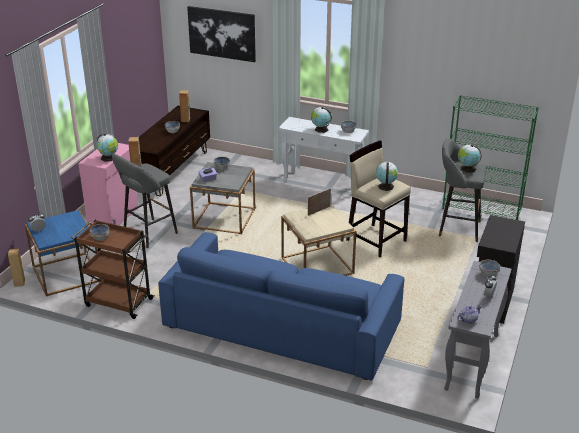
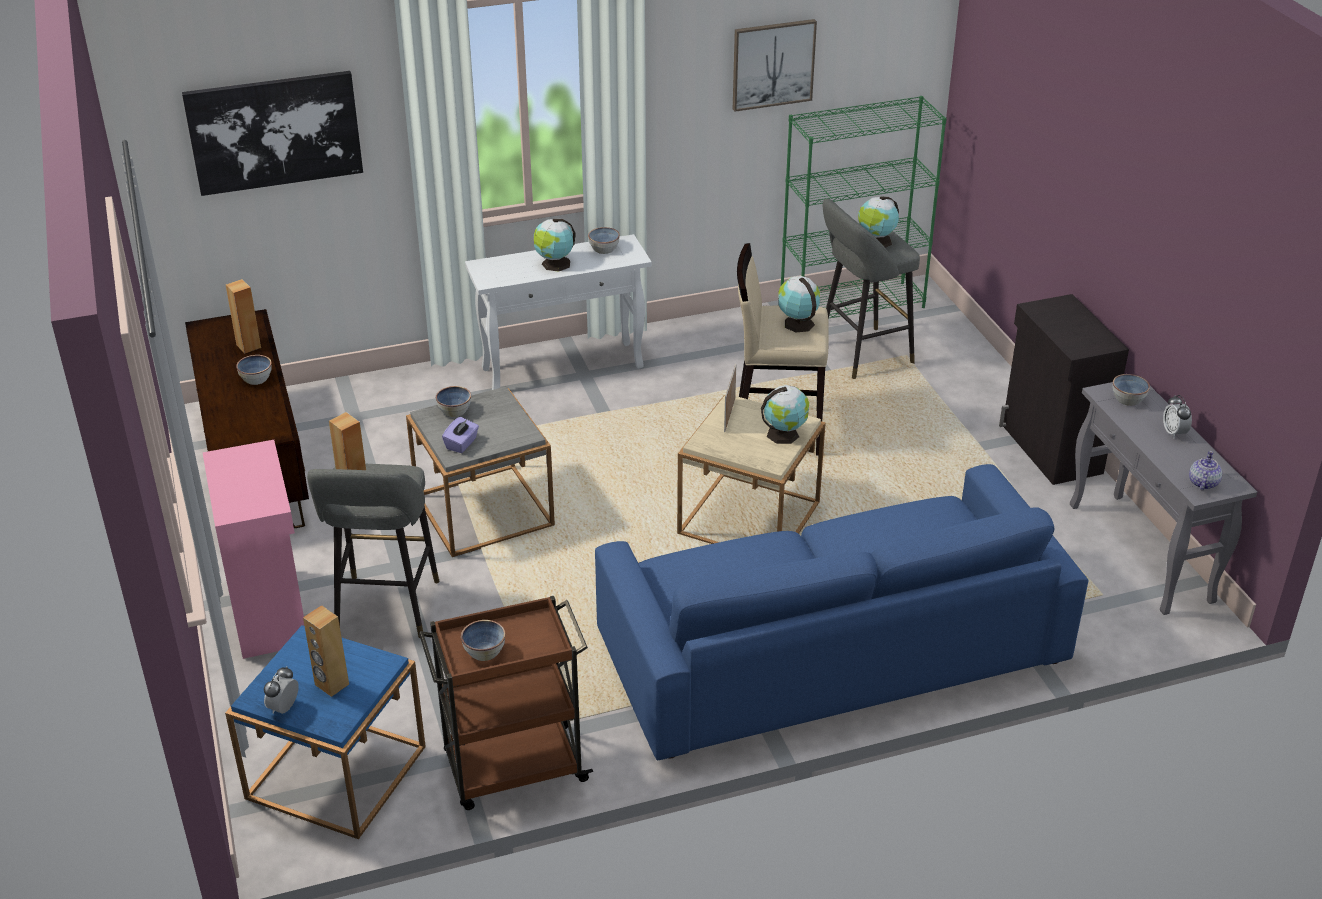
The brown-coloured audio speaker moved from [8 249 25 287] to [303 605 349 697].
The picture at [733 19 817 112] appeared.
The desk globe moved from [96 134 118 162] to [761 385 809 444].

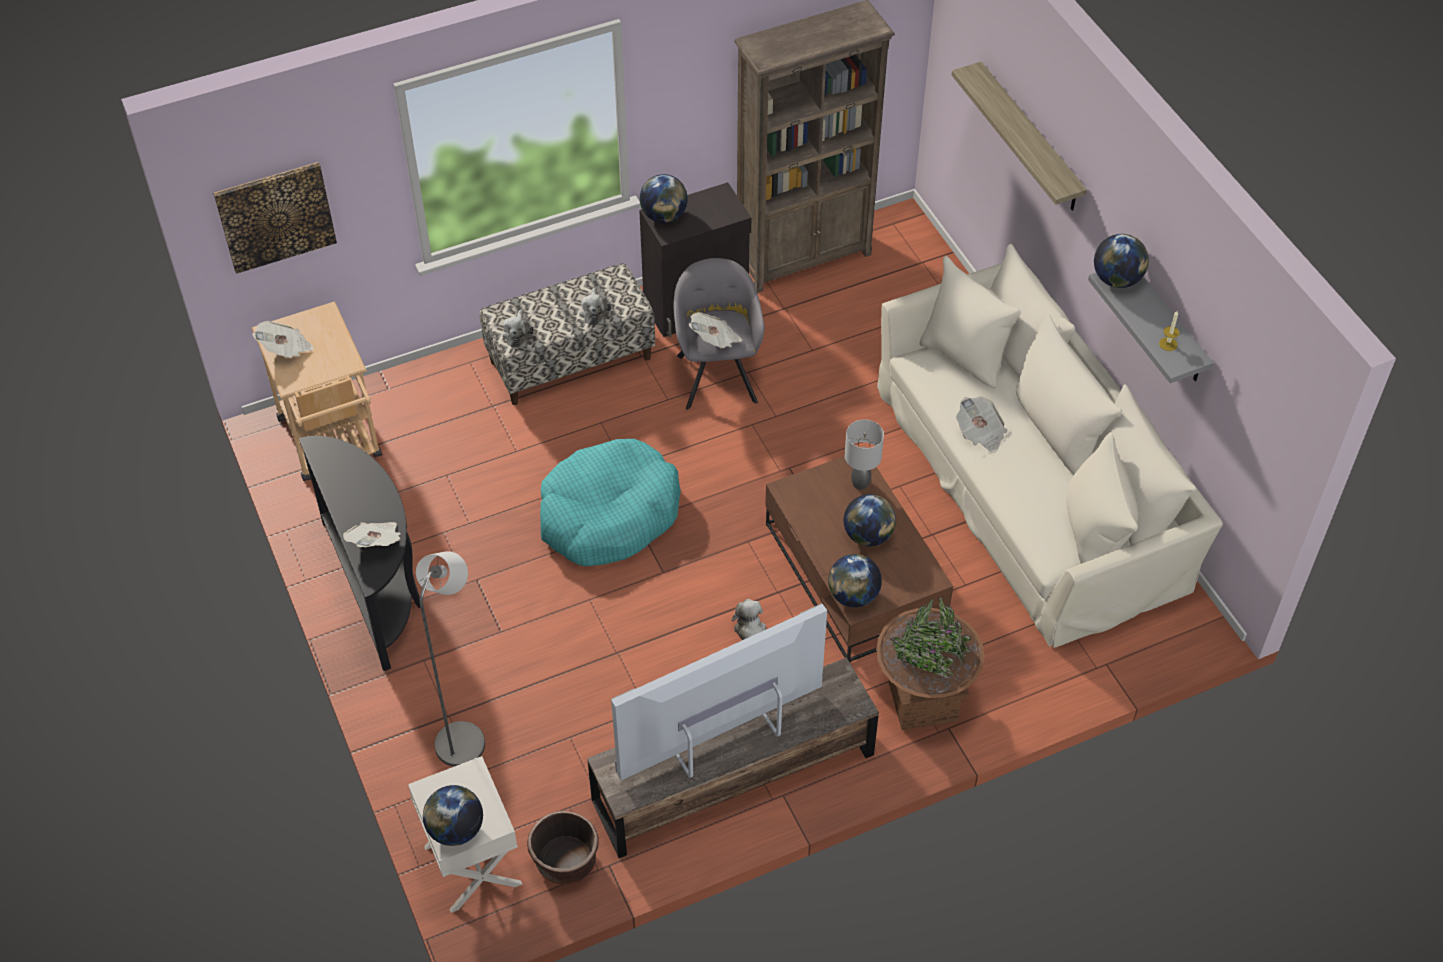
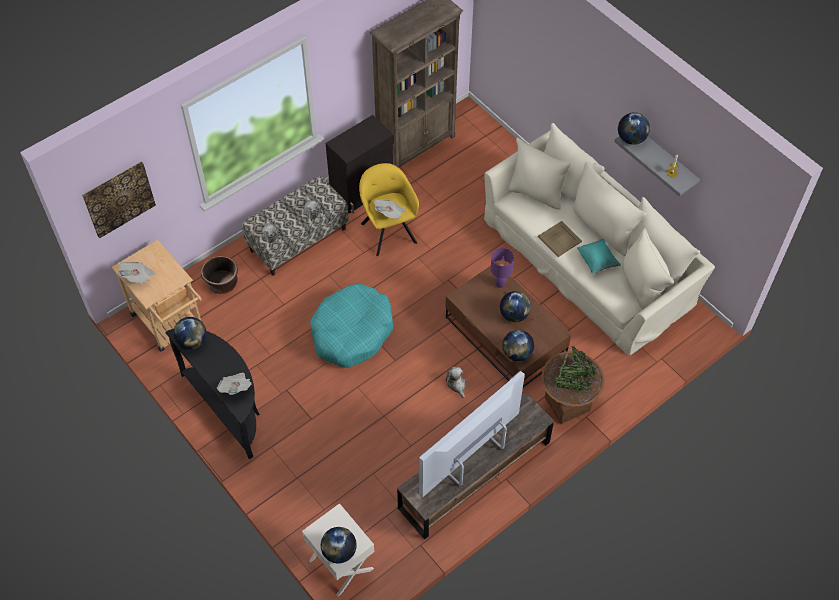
The desk globe moved from [640 174 688 223] to [173 317 207 350].
The brown-coloured planter moved from [527 811 599 885] to [201 256 238 294].
The greyish lounge chair at [674 258 765 410] became the yellow lounge chair at [359 163 419 256].
The greyish tabletop lamp at [845 419 884 490] became the purple-coloured tabletop lamp at [491 248 514 288].
The newspaper at [956 397 1008 453] was replaced by the sand-coloured carrying tray at [538 221 582 257].
The blue-green pillow at [577 239 621 274] appeared.
The greyish floor lamp at [416 551 485 767] disappeared.
The wall shelf at [952 62 1087 211] disappeared.

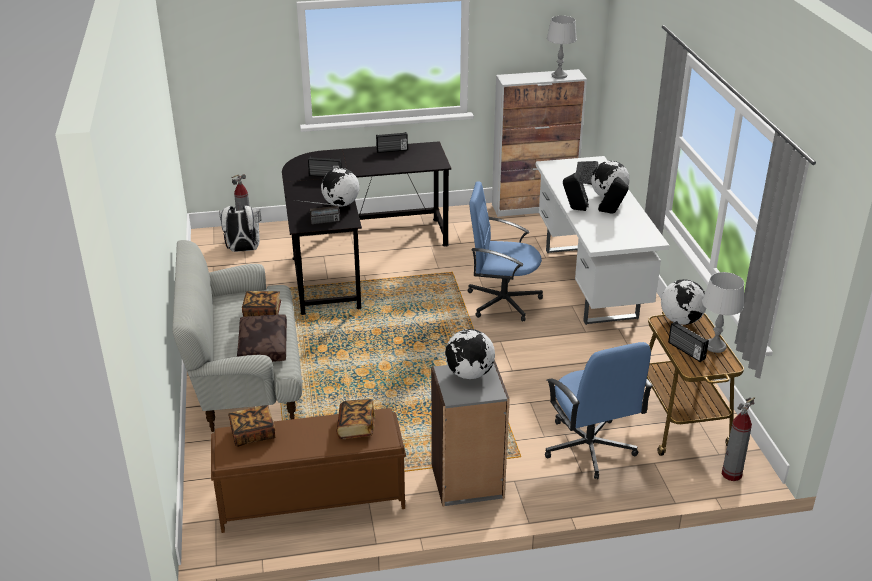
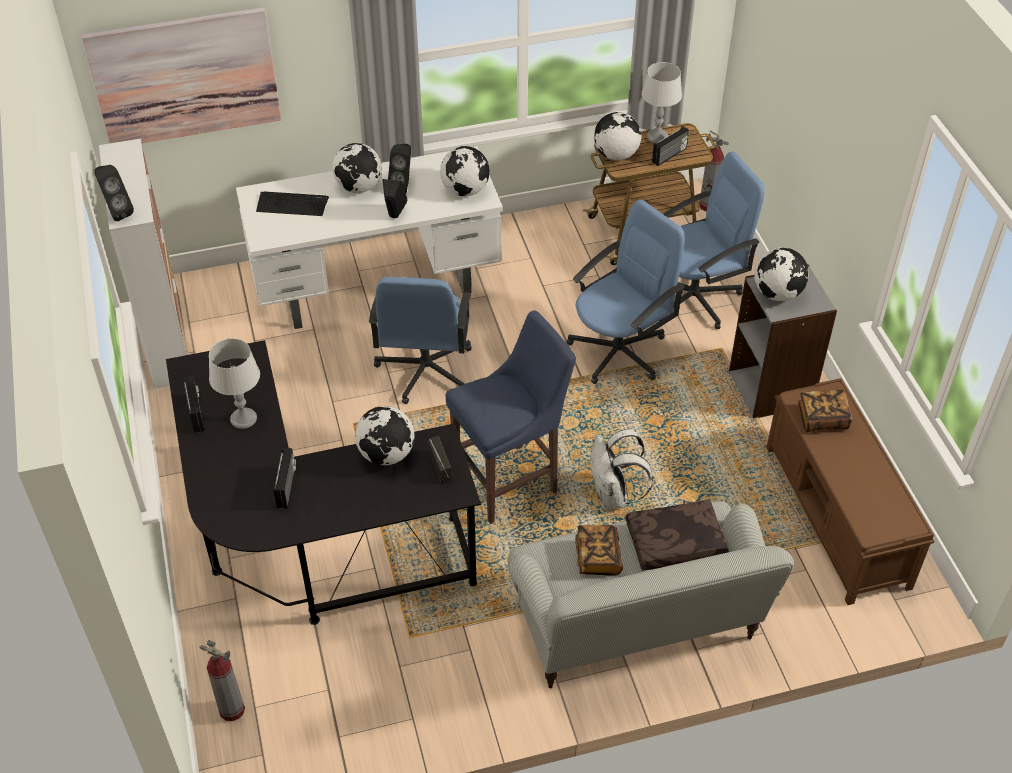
The picture at [82 8 281 143] appeared.
The blackish audio speaker at [94 165 134 221] appeared.
The greyish tabletop lamp moved from [547 16 577 79] to [209 338 260 429].
The desk globe at [440 146 490 196] appeared.
The blue-coloured stool seat at [446 310 576 524] appeared.
The blue-coloured desk chair at [567 199 685 384] appeared.
The white knapsack moved from [219 205 261 252] to [591 429 653 509].
The bound book at [228 405 275 447] disappeared.

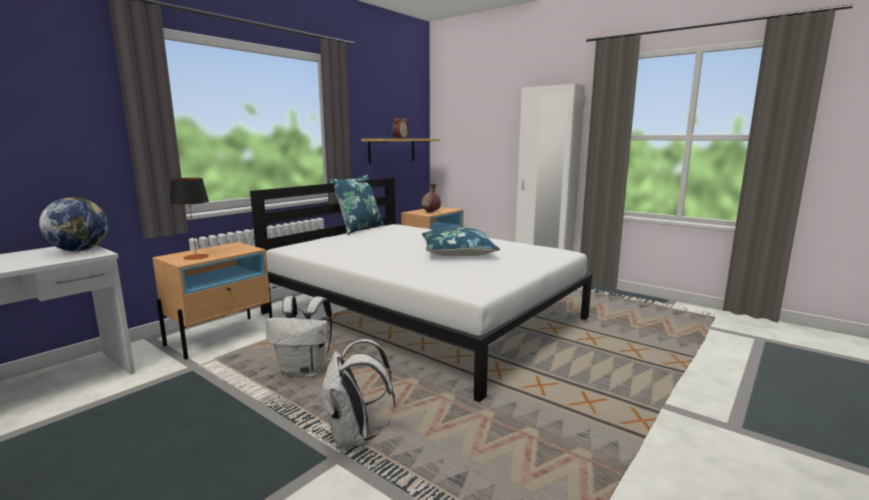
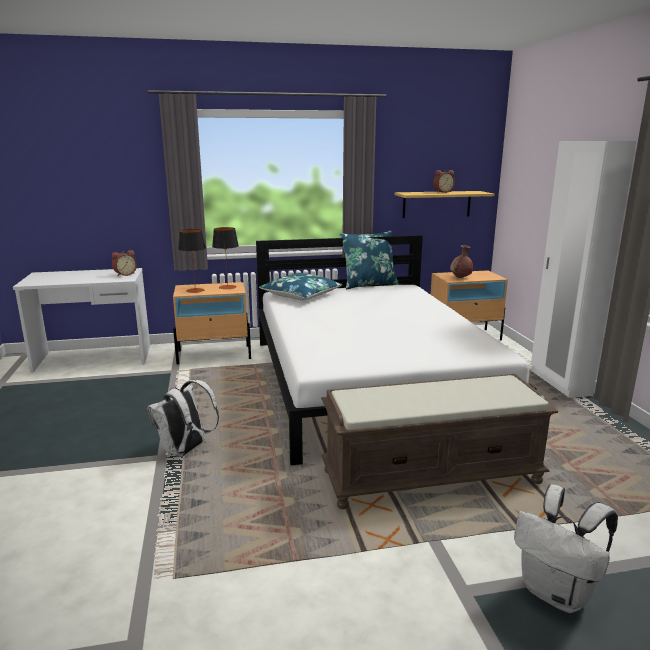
The desk globe at [39 197 108 251] was replaced by the bedside clock at [112 250 137 276].
The tabletop lamp at [212 227 239 289] appeared.
The blue-coloured pillow moved from [422 228 500 256] to [259 273 342 300].
The brown-coloured indoor bench at [321 374 558 509] appeared.
The white knapsack moved from [266 296 332 377] to [514 484 618 613].

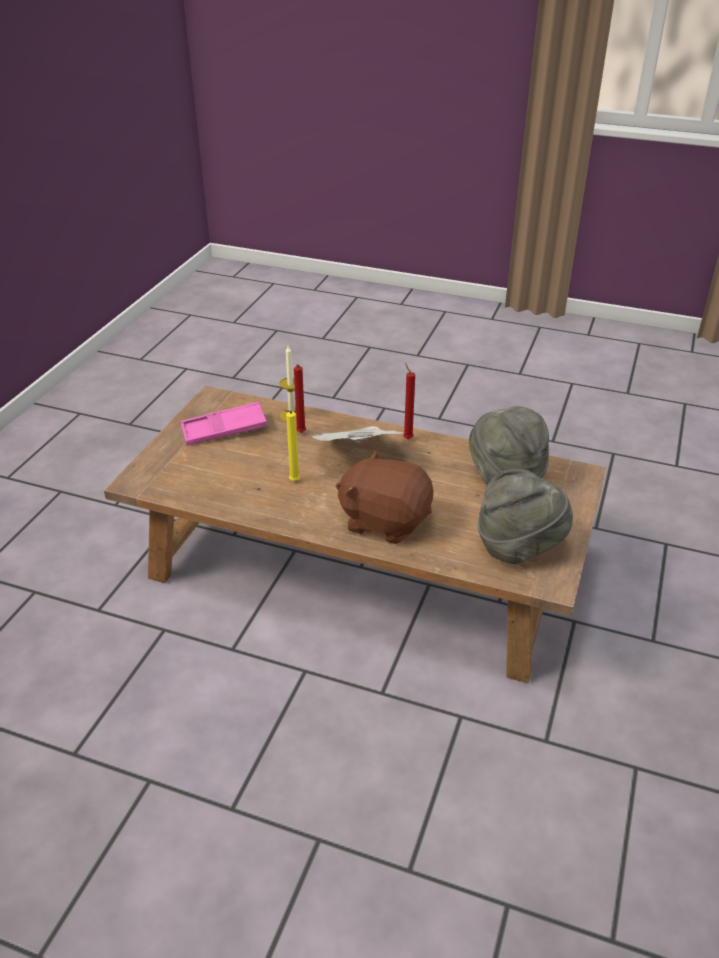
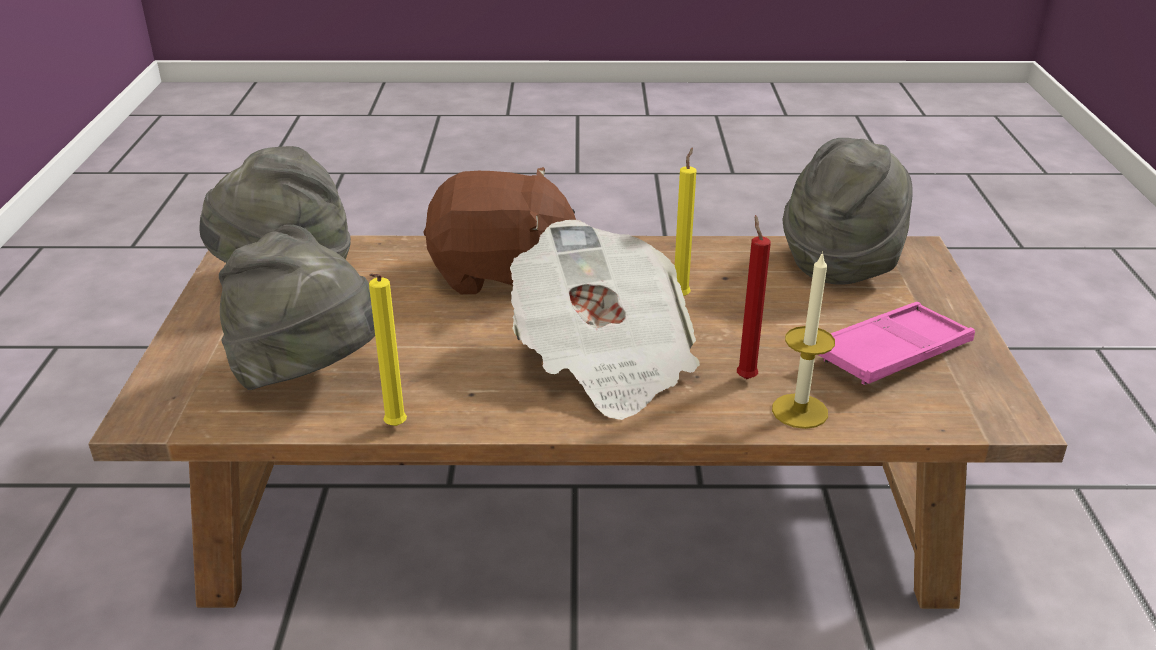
The yellow wax light at [369 273 407 426] appeared.
The greyish clothing hat at [782 138 913 285] appeared.
The red wax light at [403 363 415 439] disappeared.

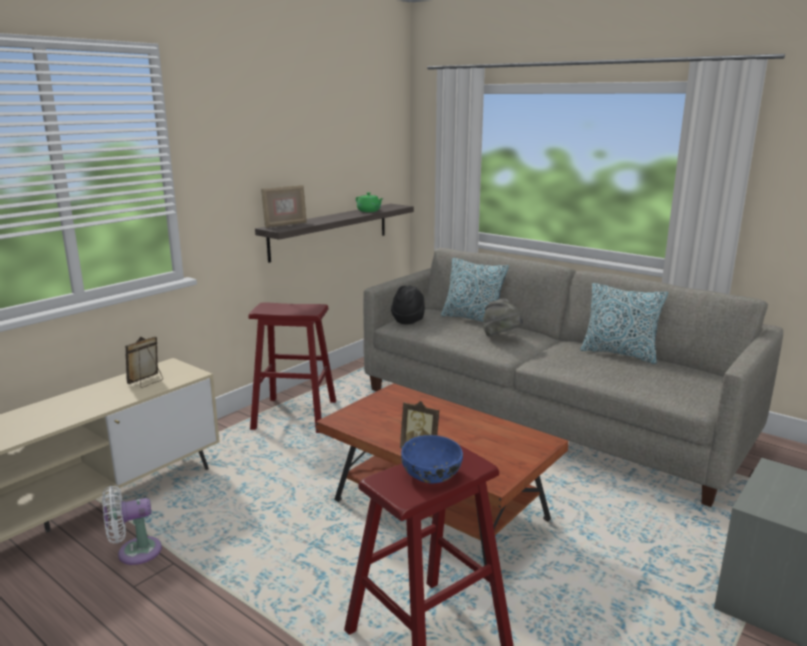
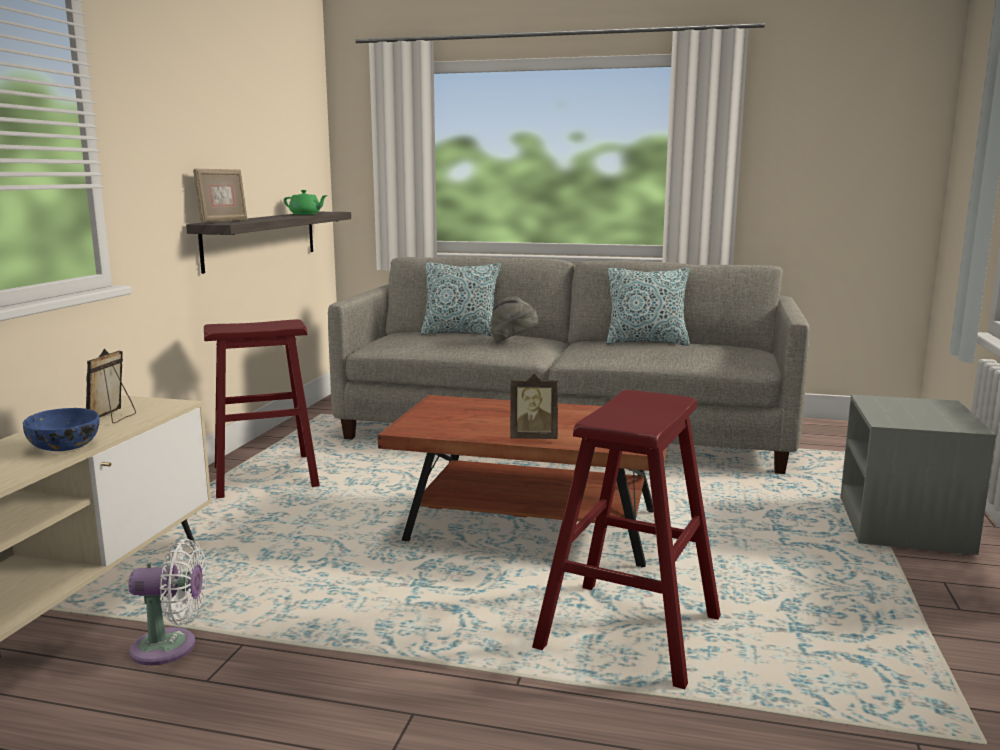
The blue-coloured deep dish moved from [401 435 463 483] to [23 408 100 451].
The white electric fan at [102 486 162 565] turned 135 degrees counterclockwise.
The blackish clothing hat at [391 285 425 325] disappeared.

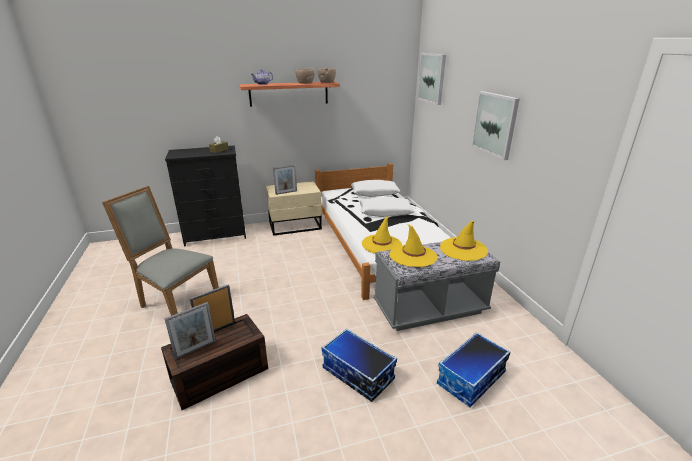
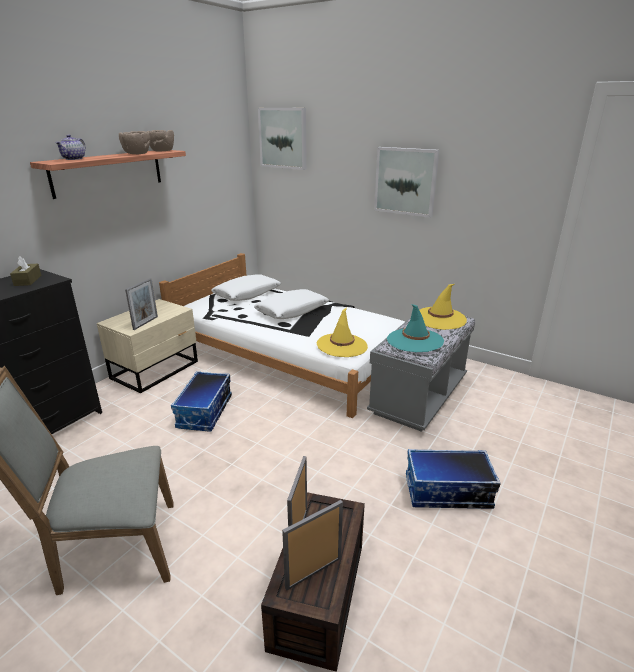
The storage bin moved from [437 332 510 407] to [171 371 232 432].
The standing frame at [164 302 216 360] turned 135 degrees counterclockwise.
The yellow clothing hat at [390 224 438 267] became the blue-green clothing hat at [387 304 444 352].

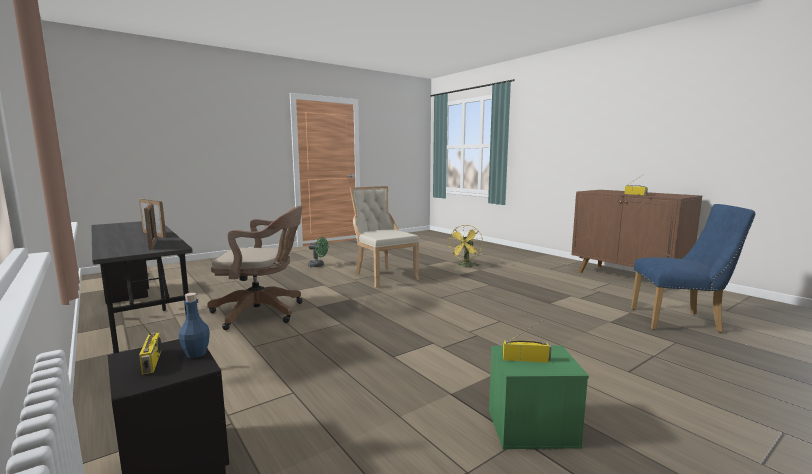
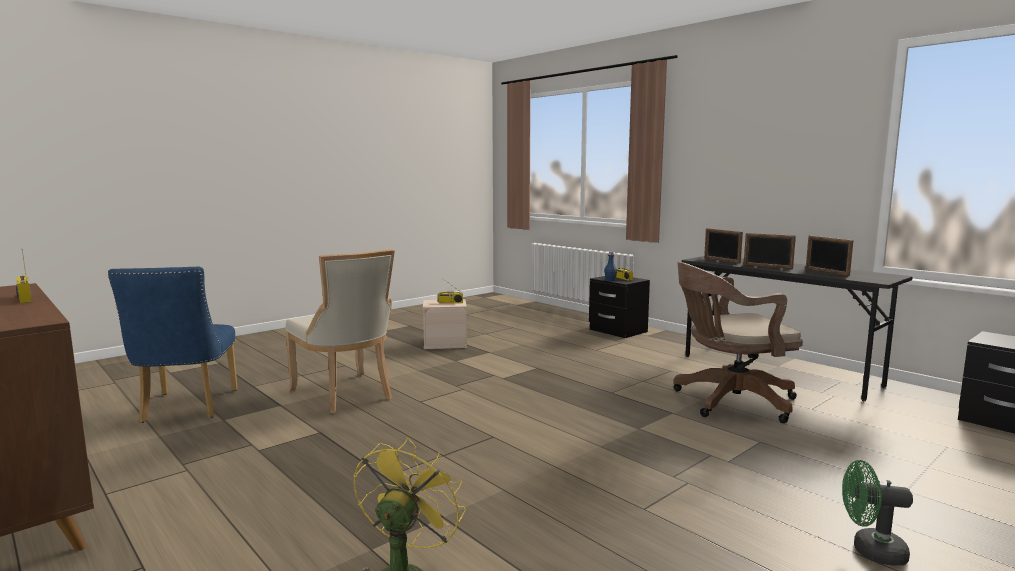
The blue-coloured chair at [631 204 756 333] turned 105 degrees counterclockwise.
The sand-coloured chair moved from [350 186 420 288] to [285 249 394 413].
The green storage bin at [489 345 589 449] became the sand-coloured storage bin at [423 299 467 349].
The standing frame at [806 235 853 276] appeared.

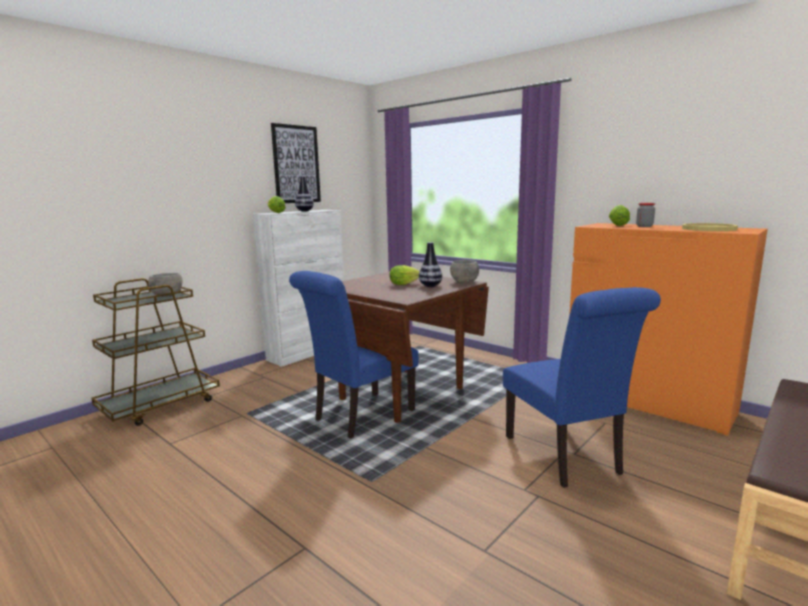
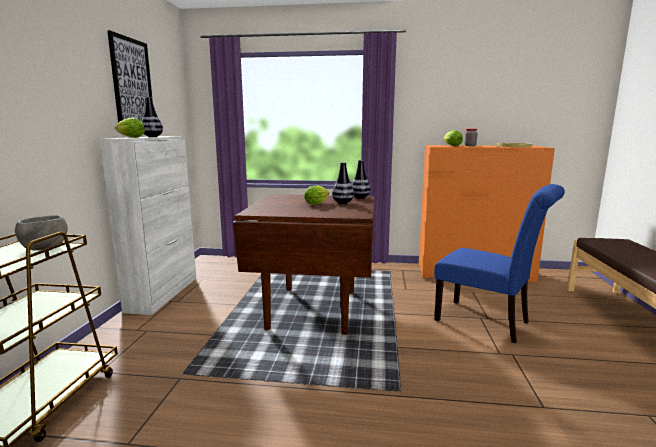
The greyish deep dish at [450 260 479 284] was replaced by the flower vase at [351 160 371 199].
The blue-coloured chair at [289 271 419 439] disappeared.

